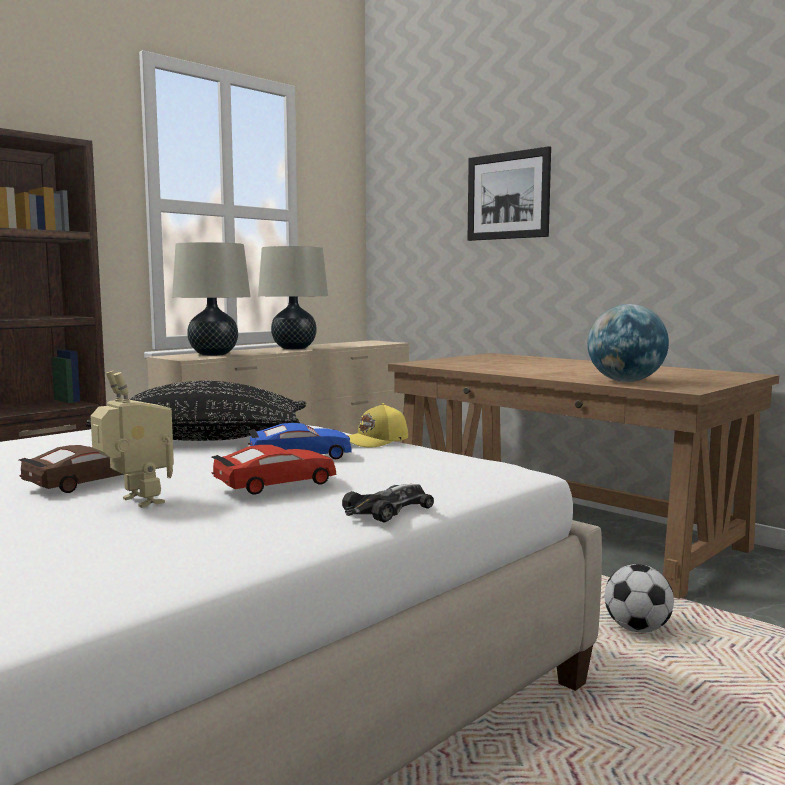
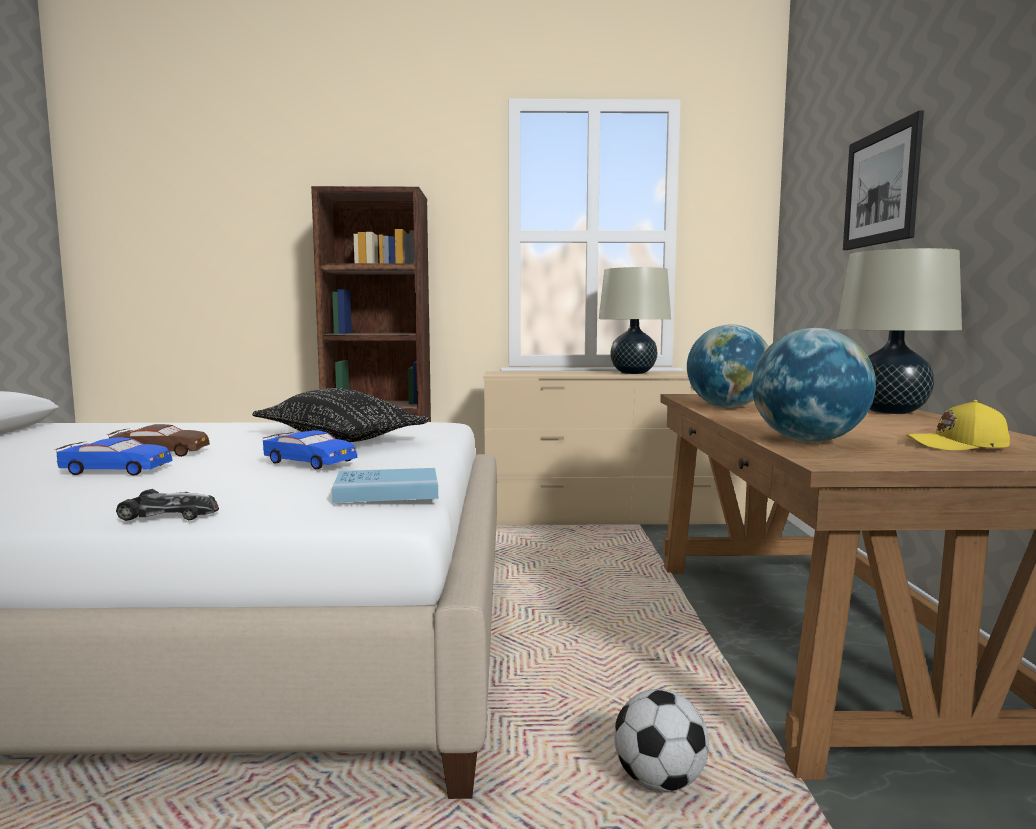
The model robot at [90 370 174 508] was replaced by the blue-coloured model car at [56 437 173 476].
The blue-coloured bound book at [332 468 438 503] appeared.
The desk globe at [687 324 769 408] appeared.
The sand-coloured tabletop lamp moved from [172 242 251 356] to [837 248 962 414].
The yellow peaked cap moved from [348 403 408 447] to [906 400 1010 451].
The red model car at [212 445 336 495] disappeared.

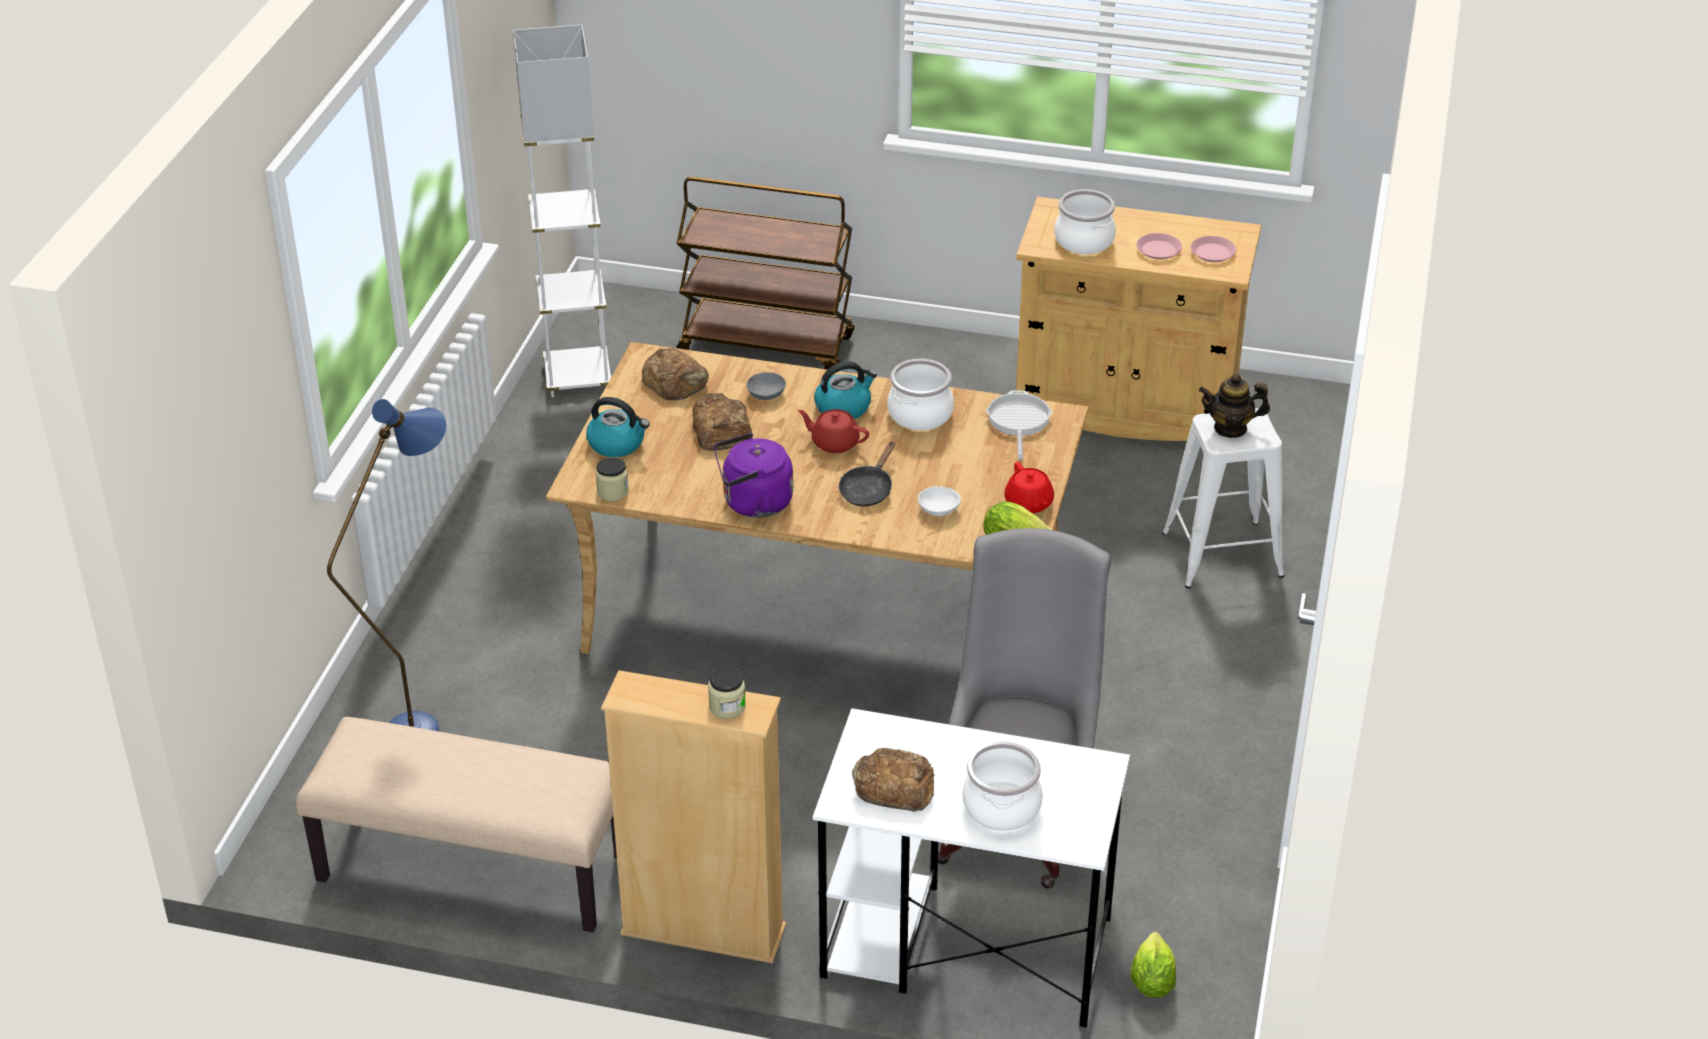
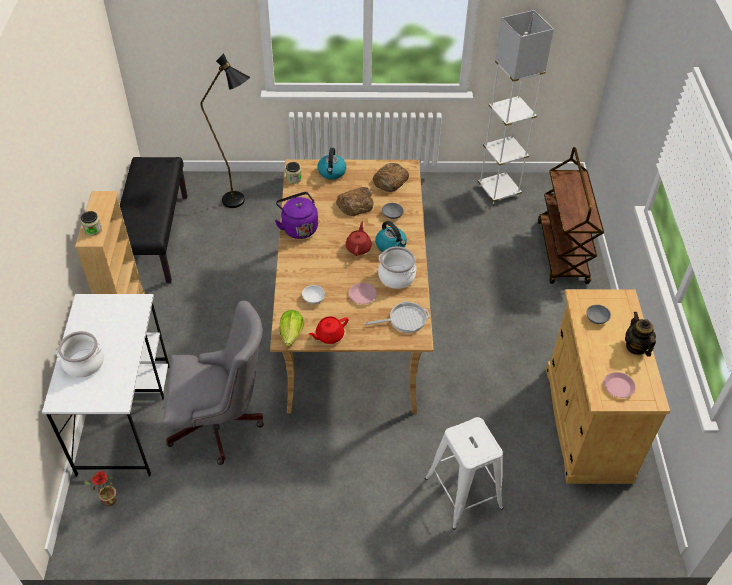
The lettuce head at [1130 932 1176 998] was replaced by the potted plant at [84 471 116 506].
The sand-coloured indoor bench at [296 717 617 932] became the blackish indoor bench at [120 157 187 283].
The blue-coloured floor lamp at [327 399 446 731] became the blackish floor lamp at [201 53 250 208].
The pinkish plate moved from [1137 233 1182 259] to [349 283 377 304].
The saucepot at [1054 189 1116 254] was replaced by the greyish deep dish at [586 305 611 324].
The pot for tea moved from [1199 374 1270 438] to [625 312 656 357].
The blackish pan at [839 441 895 507] disappeared.
The baked bread at [852 748 935 812] disappeared.

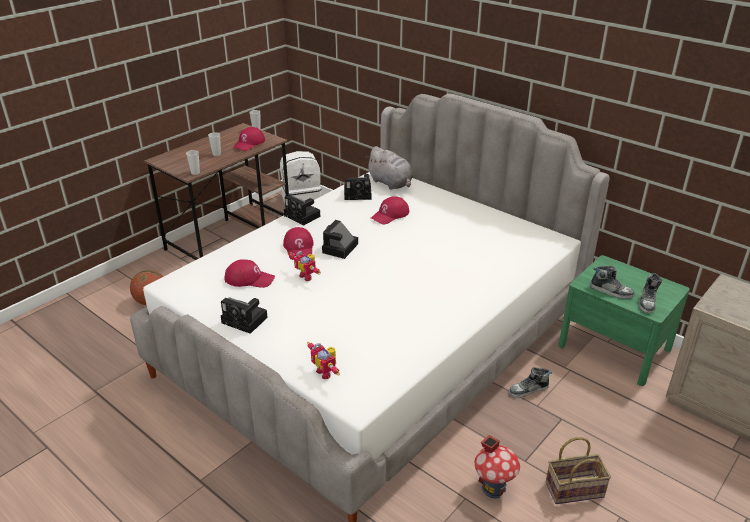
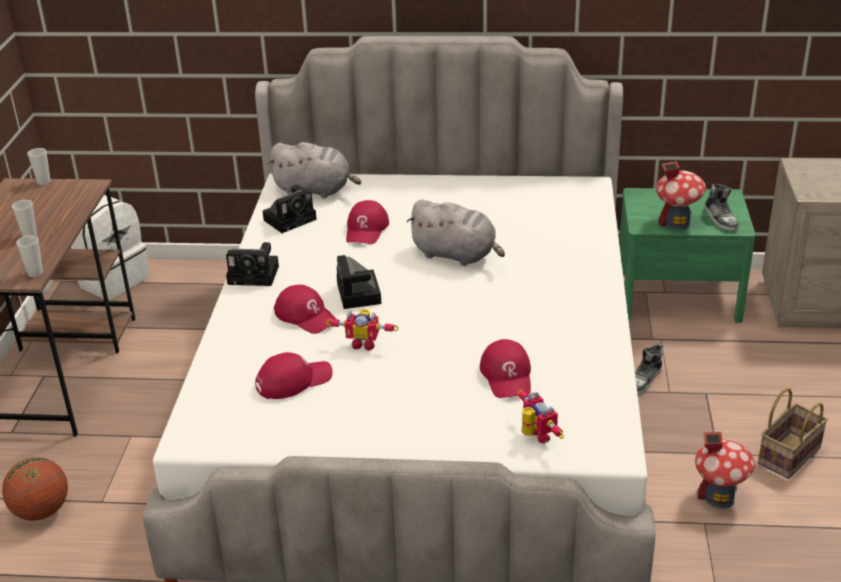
The greyish plush toy at [406 199 505 266] appeared.
The red peaked cap moved from [233 127 265 151] to [480 339 531 398].
The model robot at [307 342 340 379] turned 135 degrees counterclockwise.
The low shoe at [590 266 635 299] was replaced by the toy house at [656 161 706 230].
The still camera at [221 297 268 334] disappeared.

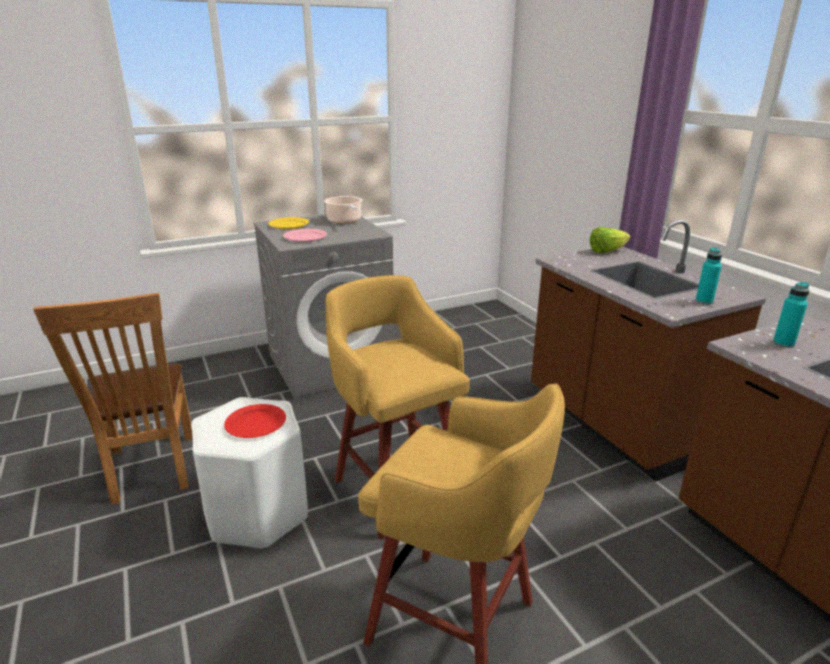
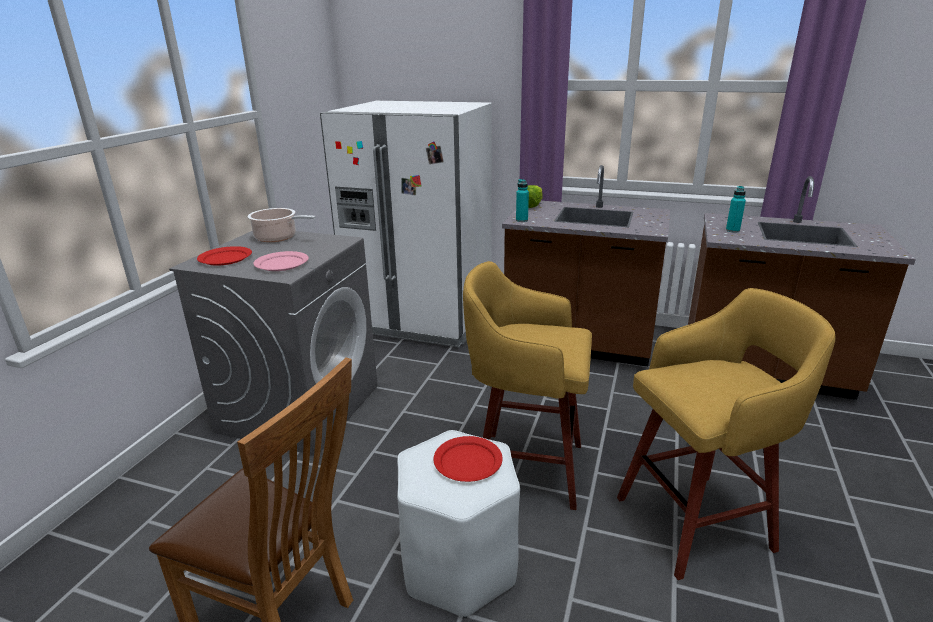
The yellow plate at [268 217 309 229] became the red plate at [197 246 252 266].
The white kitchen fridge at [320 101 492 347] appeared.
The blue-green bottle moved from [695 247 722 305] to [516 179 529 222].

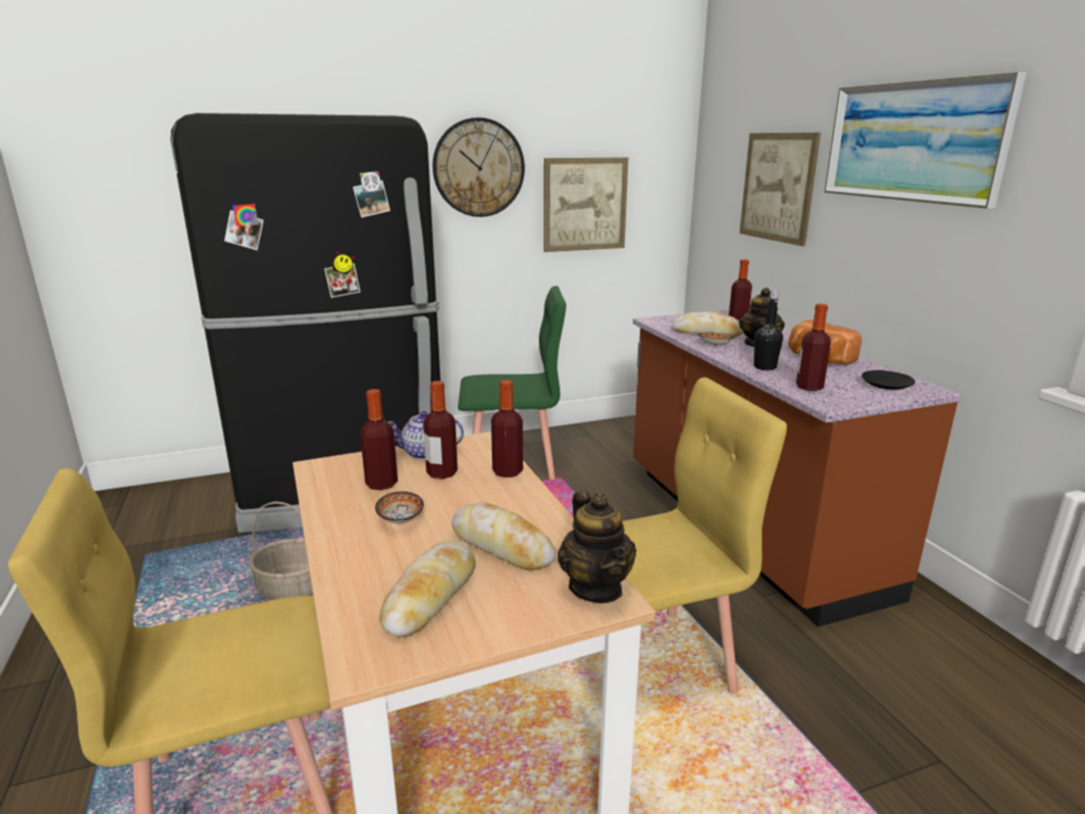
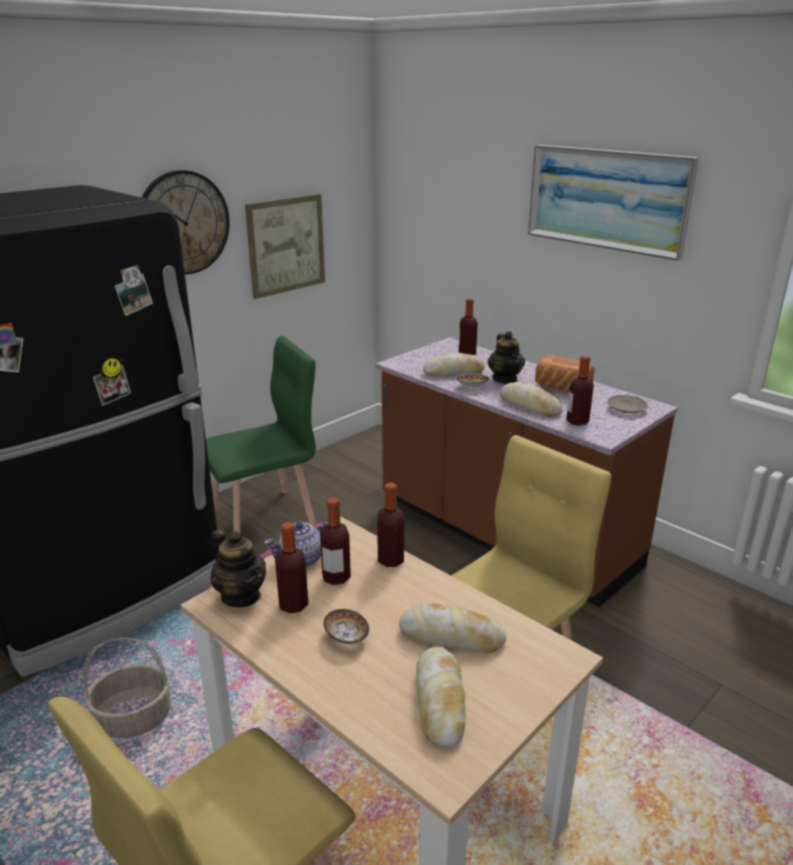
The pot for tea moved from [558 491 636 603] to [210 529 266 607].
The blackish bottle at [754 290 783 371] was replaced by the baked bread at [500 382 562 417].
The blackish plate at [862 370 915 390] became the sand-coloured plate at [608 395 648 413].
The picture at [739 133 821 246] disappeared.

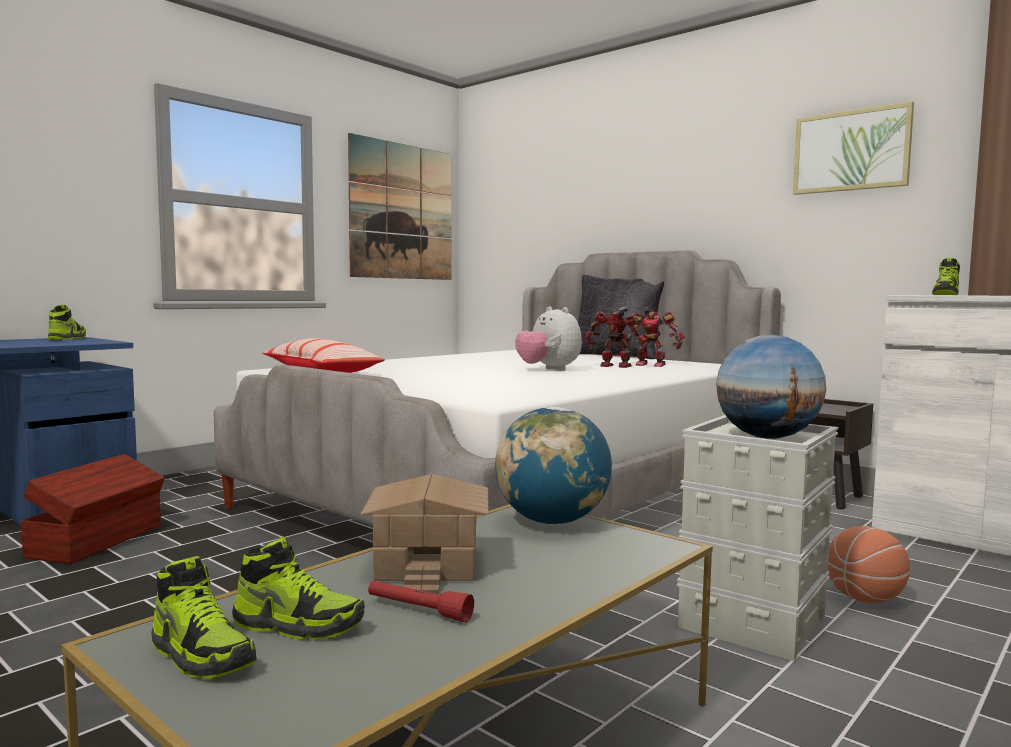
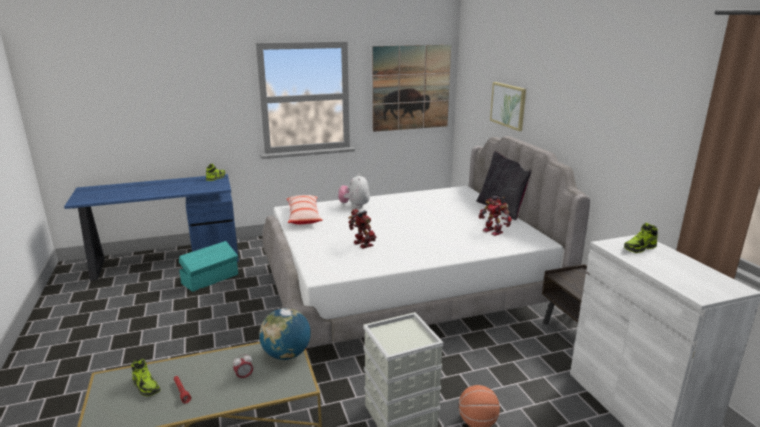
The brown-coloured storage bin at [21 454 165 564] became the blue-green storage bin at [179 241 238 292].
The bedside clock at [233 354 253 381] appeared.
The plush toy moved from [515 307 582 371] to [338 173 370 208].
The model robot moved from [585 307 648 368] to [348 209 376 249].
The picture moved from [793 101 914 195] to [490 82 526 131].
The low shoe at [151 556 257 679] disappeared.
The toy house at [360 474 489 594] disappeared.
The desk globe at [716 335 826 439] disappeared.

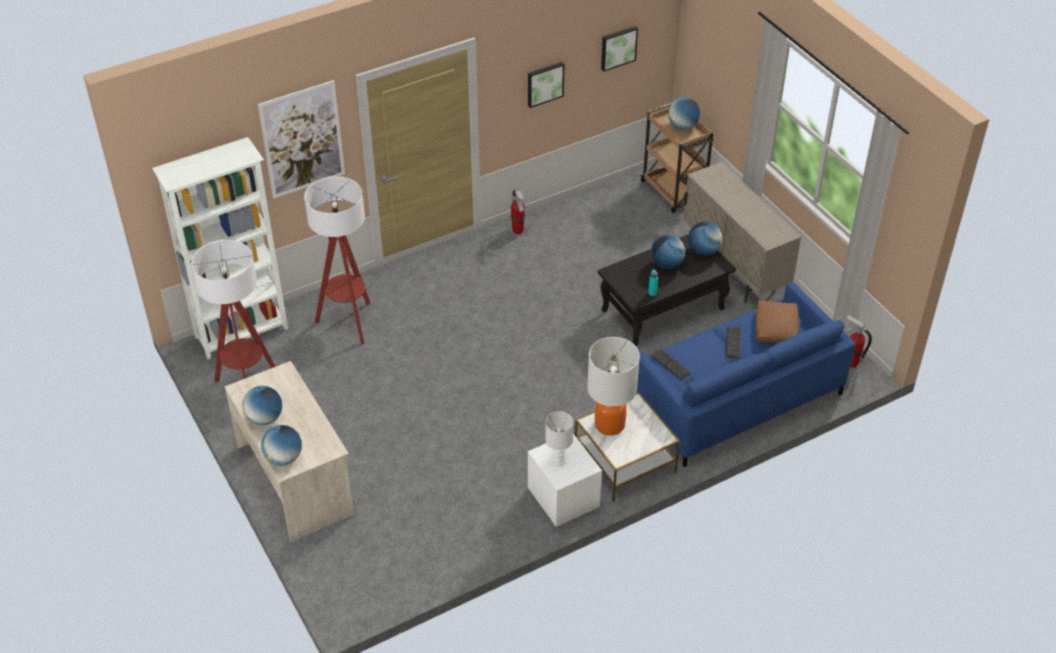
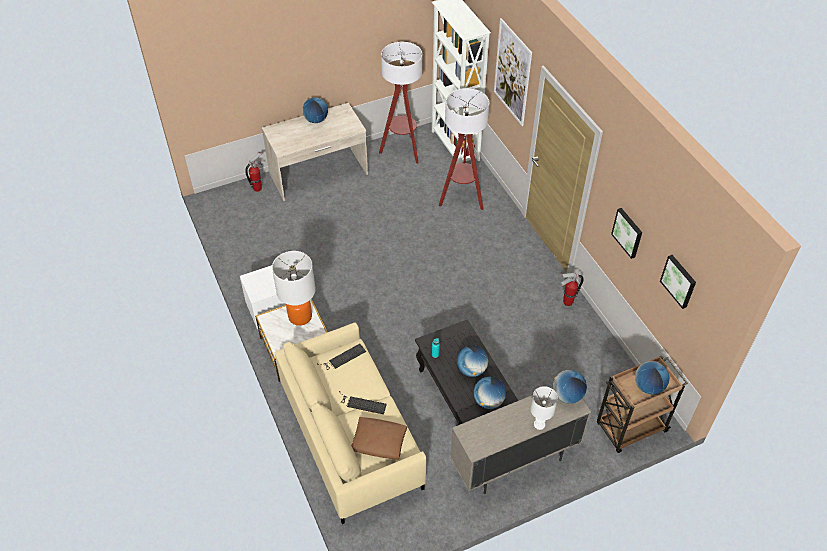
The fire-fighting cylinder moved from [844 315 872 368] to [245 152 263 192].
The blue-coloured settee at [637 282 856 467] became the sand-coloured settee at [275 323 426 524].
The white tabletop lamp moved from [545 411 574 466] to [530 386 558 430].
The desk globe moved from [261 425 302 466] to [553 370 587 403].

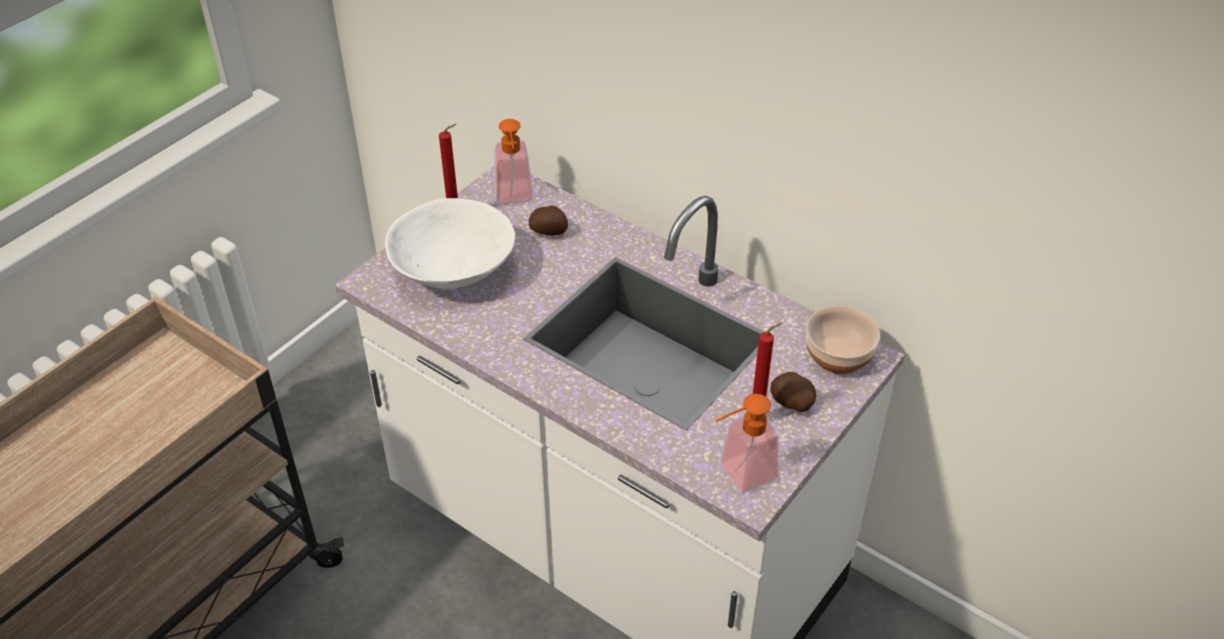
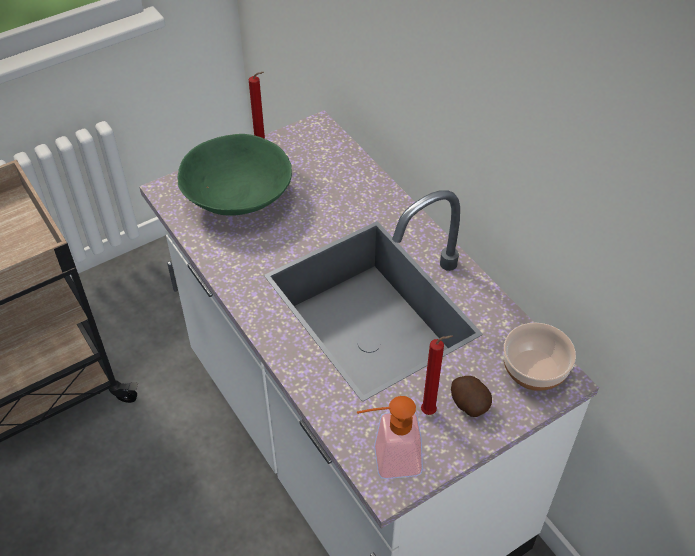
The white deep dish at [385 198 515 289] became the green deep dish at [178 134 292 216].
The soap dispenser at [494 119 534 204] disappeared.
The potato at [529 206 568 236] disappeared.

